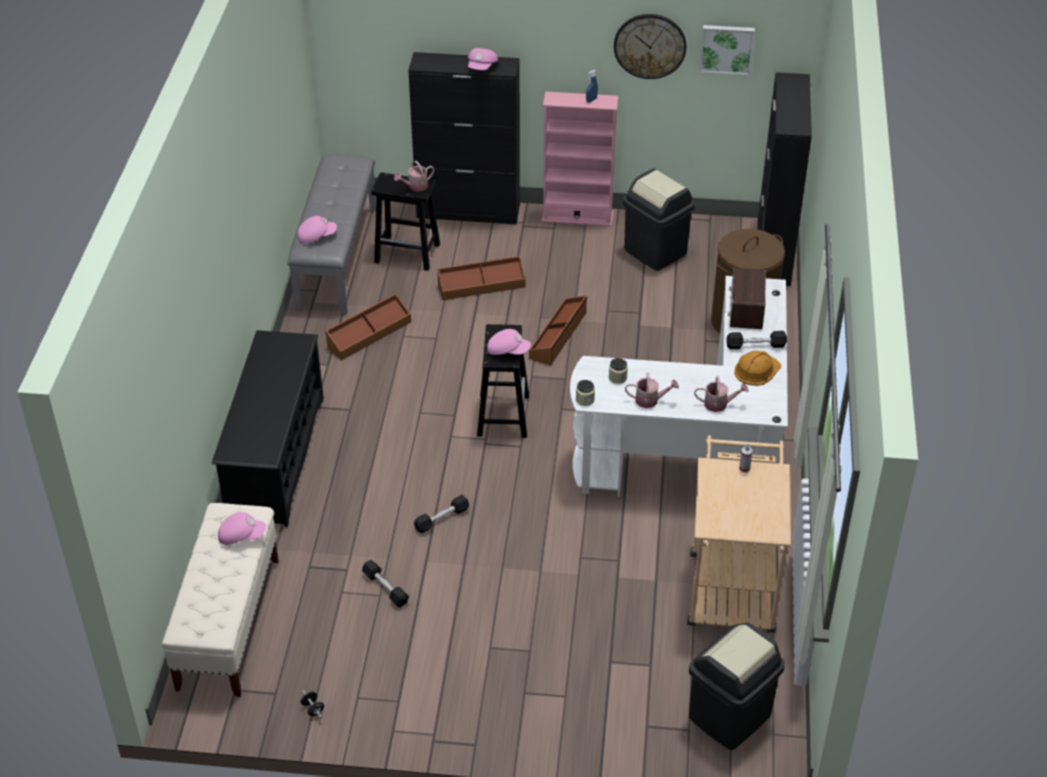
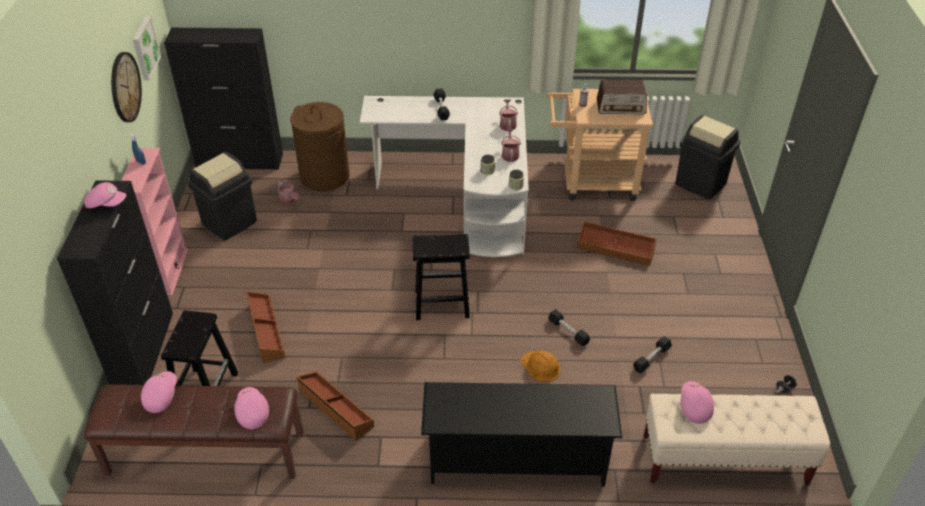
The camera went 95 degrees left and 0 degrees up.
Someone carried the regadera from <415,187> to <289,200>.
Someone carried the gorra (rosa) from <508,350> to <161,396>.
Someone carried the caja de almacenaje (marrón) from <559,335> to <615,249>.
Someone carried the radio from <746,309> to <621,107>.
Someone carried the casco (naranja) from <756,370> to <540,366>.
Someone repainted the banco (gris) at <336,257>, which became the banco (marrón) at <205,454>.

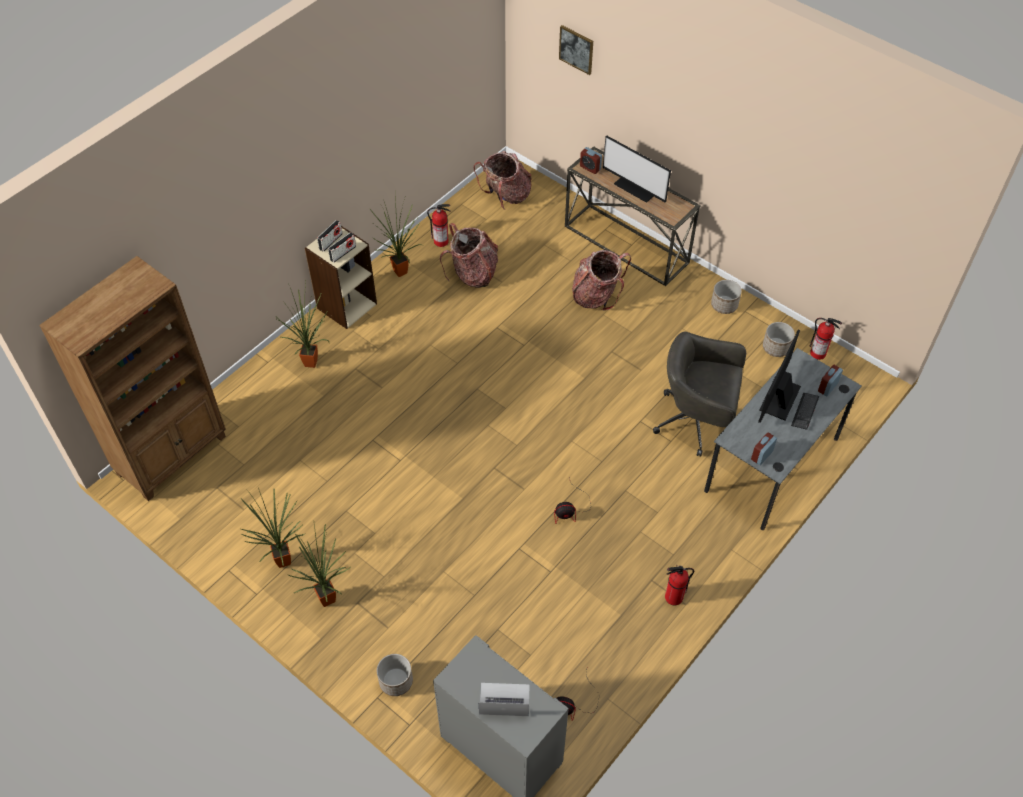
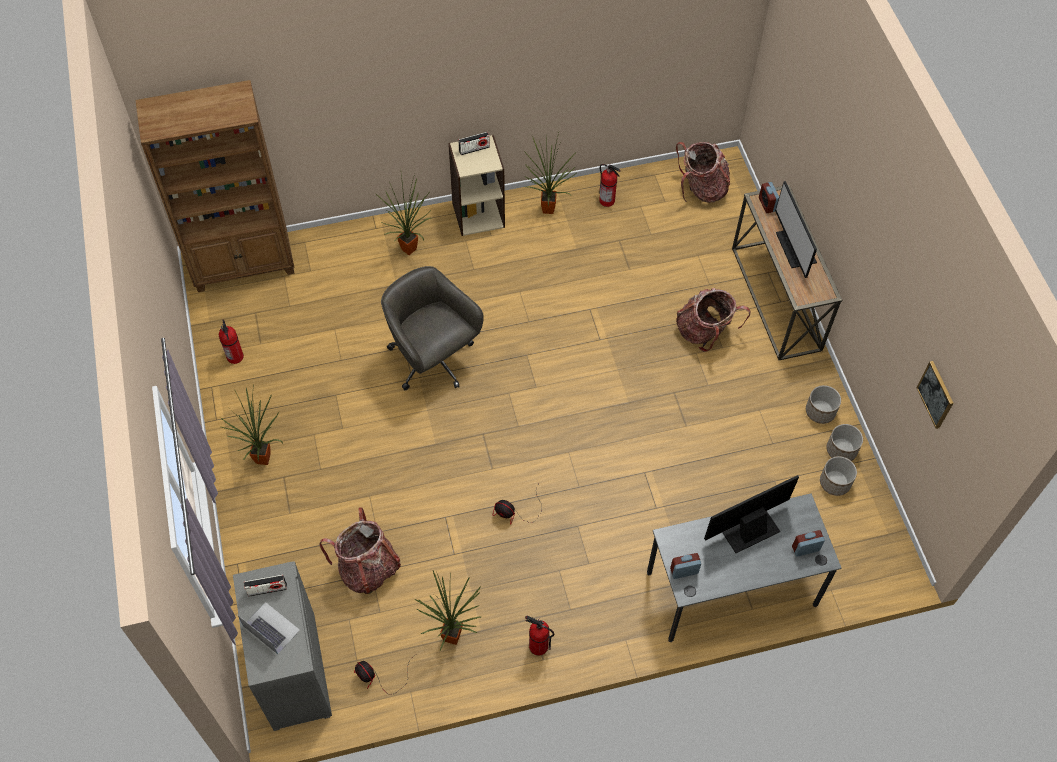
The camera went 35 degrees right and 5 degrees up.
Someone took away the teclado at <804,411>.
Someone carried the planta en maceta from <283,559> to <454,634>.
Someone carried the radio from <343,253> to <267,589>.
Someone carried the maceta from <396,681> to <841,450>.
Someone carried the mochila from <473,274> to <368,569>.
Someone carried the cuadro from <576,49> to <936,394>.
Someone carried the silla de oficina (gris) from <696,421> to <432,360>.
Someone carried the extintor from <818,353> to <235,357>.

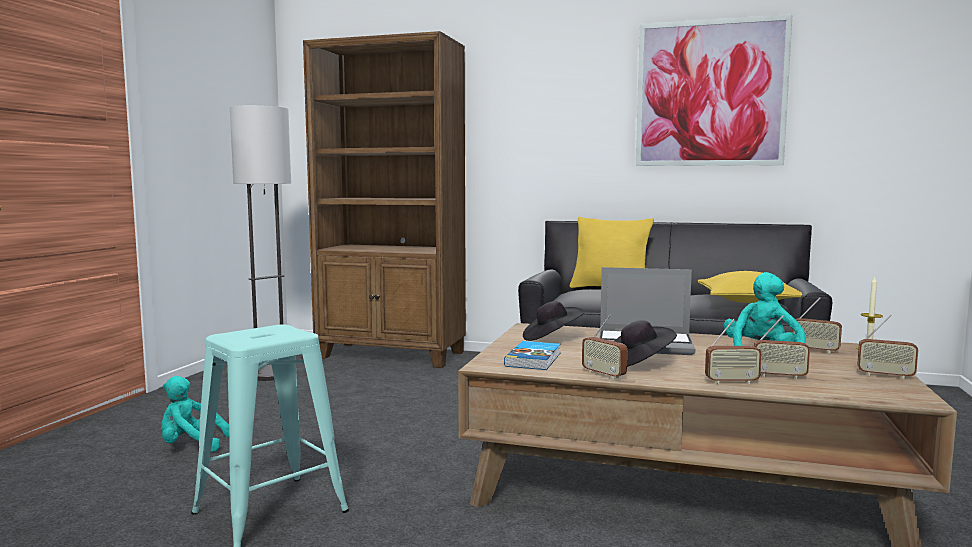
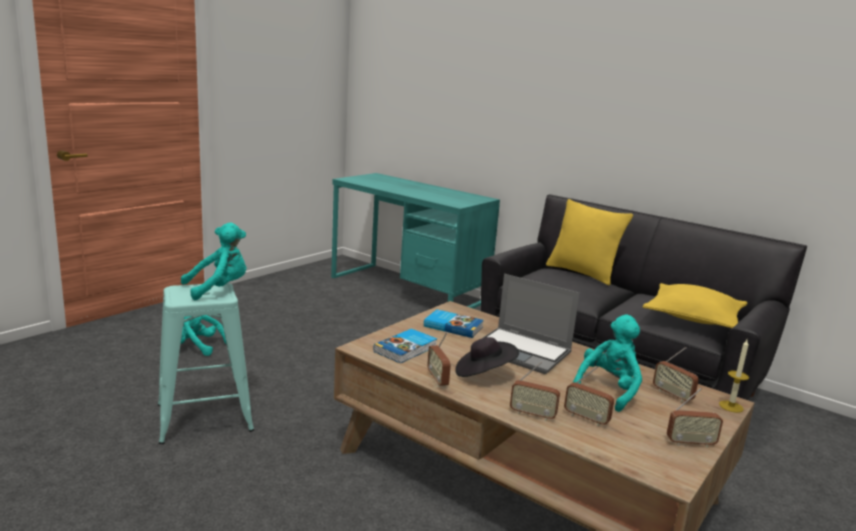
The camera went 20 degrees right and 10 degrees up.
Someone took away the lámpara de pie at <271,374>.
Someone took away the cuadro at <710,93>.
Someone put down the peluche (turquesa) at <219,289>.
Someone swapped the estantería (marrón) at <392,355> for the escritorio (turquesa) at <407,289>.
Someone swapped the sombrero (negro) at <551,338> for the libro at <453,326>.
Someone rotated the radio at <885,375> by 45 degrees counterclockwise.

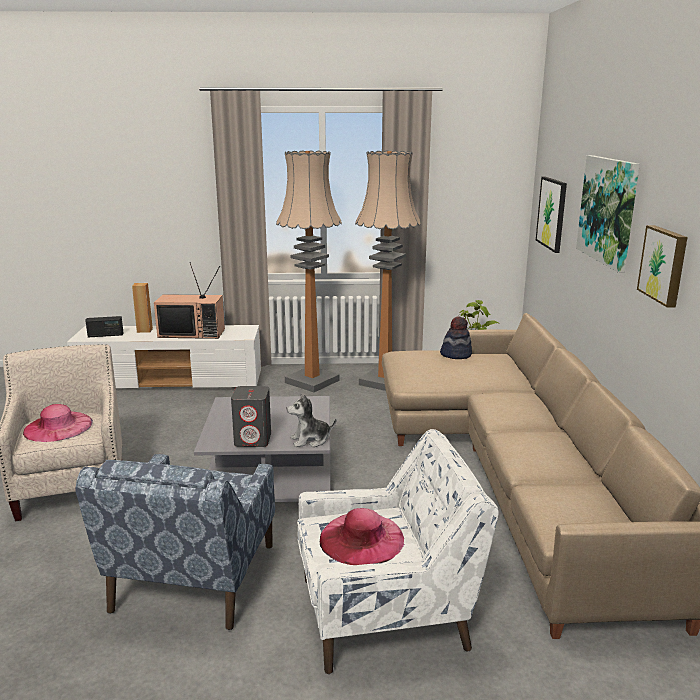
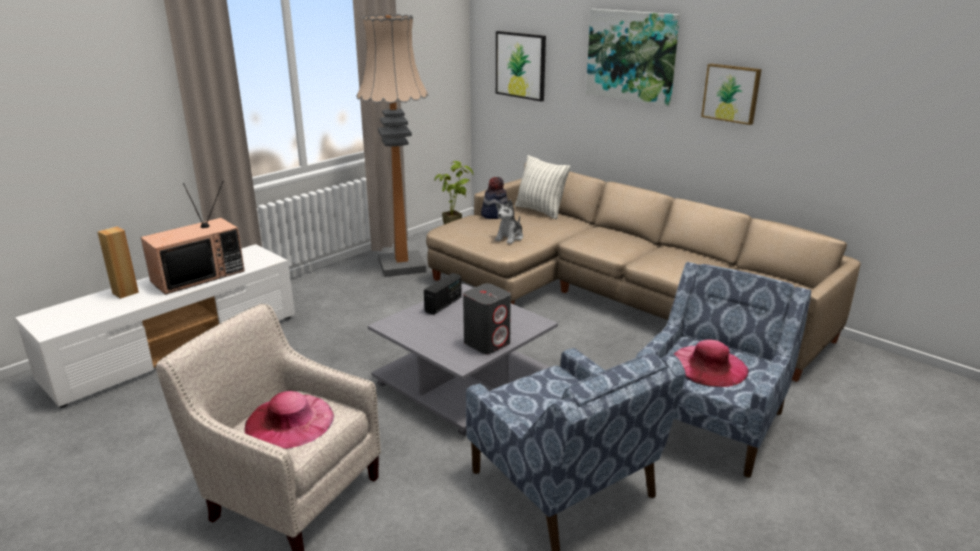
The camera went 45 degrees left and 5 degrees up.
Someone took away the lámpara de pie at <312,381>.
Someone put down the cojín at <540,211>.
Someone carried the radio from <105,335> to <443,304>.
Someone carried the peluche from <310,440> to <509,237>.
Someone repainted the sillón (blanco) at <386,613>, which became the sillón (azul) at <710,423>.

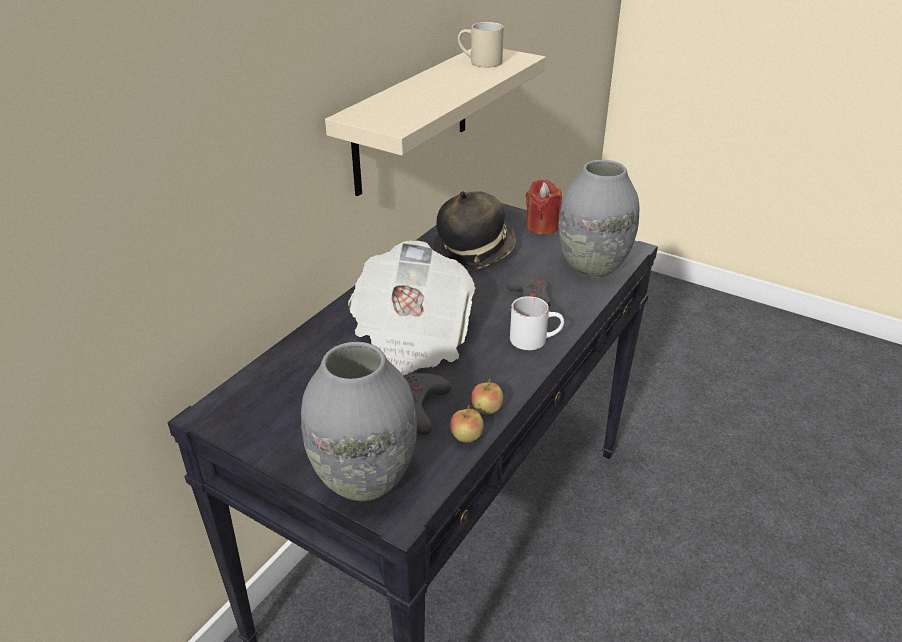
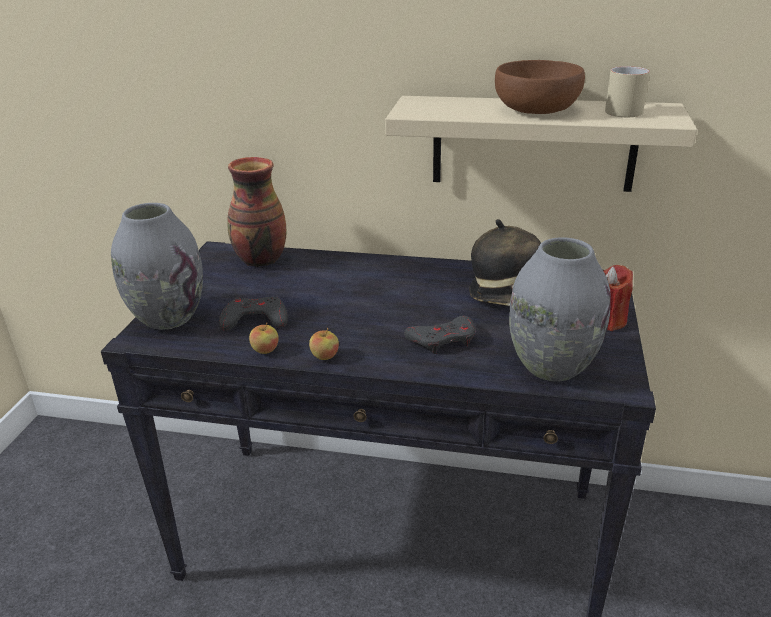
The camera went 70 degrees right and 5 degrees down.
Someone took away the periódico at <411,338>.
Someone took away the taza grande (blanco) at <535,339>.
Someone put down the florero at <260,259>.
Someone put down the cuenco (marrón) at <535,109>.
Someone carried the manzana from <466,437> to <325,356>.

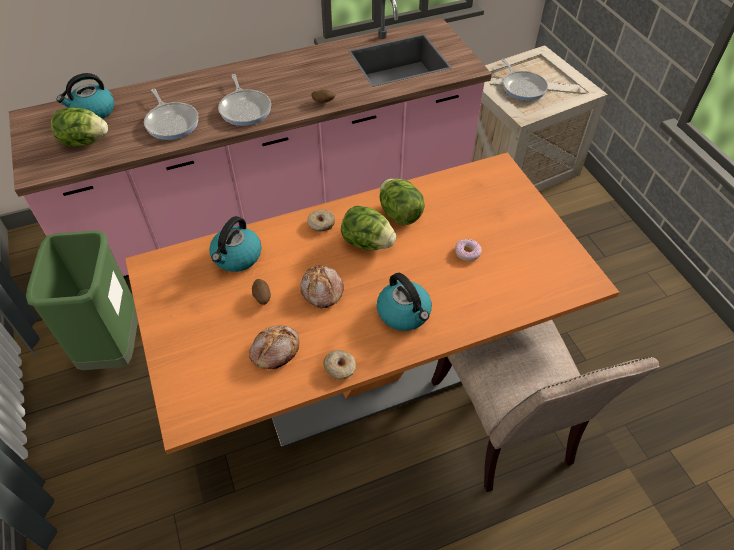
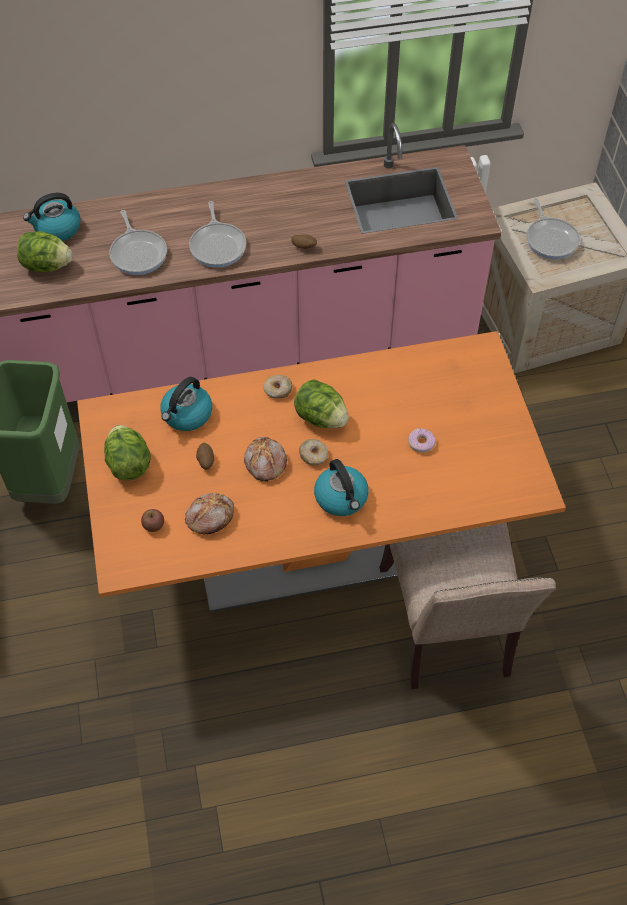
The camera went 10 degrees right and 5 degrees up.
Someone put down the manzana at <153,525>.
Someone carried the rosquilla from <340,368> to <314,455>.
Someone carried the lechuga from <399,214> to <128,464>.

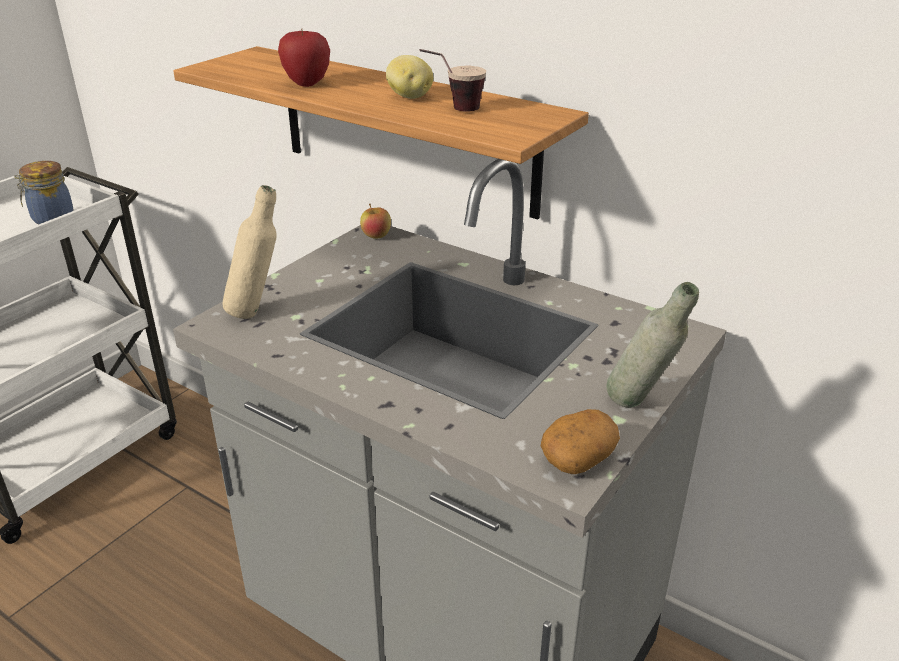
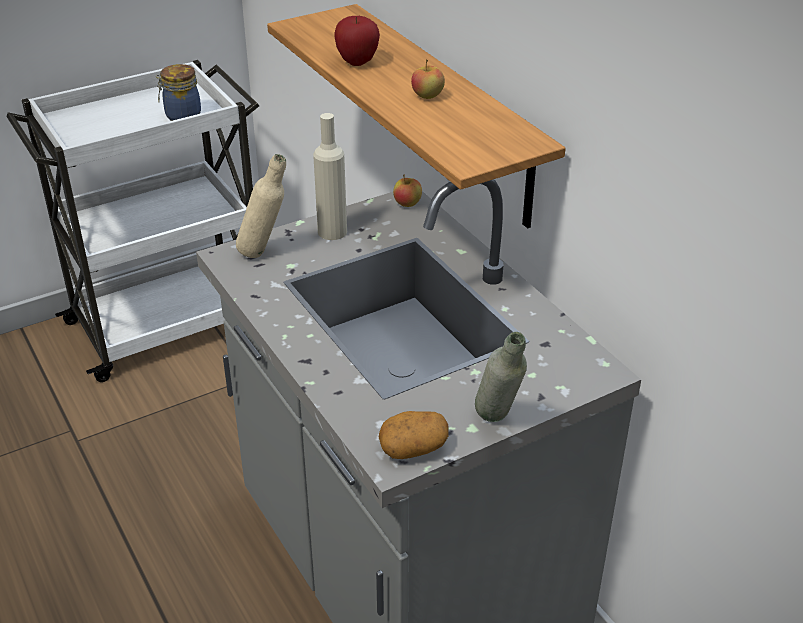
The camera went 25 degrees right and 5 degrees up.
Someone took away the taza at <452,110>.
Someone put down the botella (beis) at <332,232>.
Someone swapped the patata at <409,97> for the manzana at <427,96>.

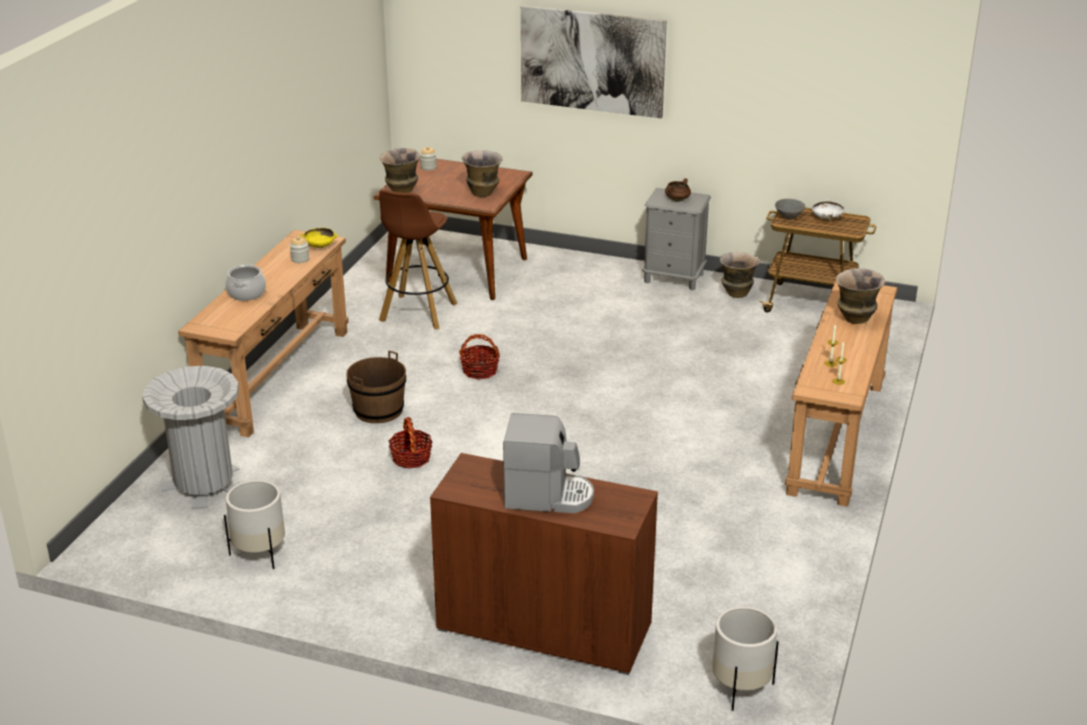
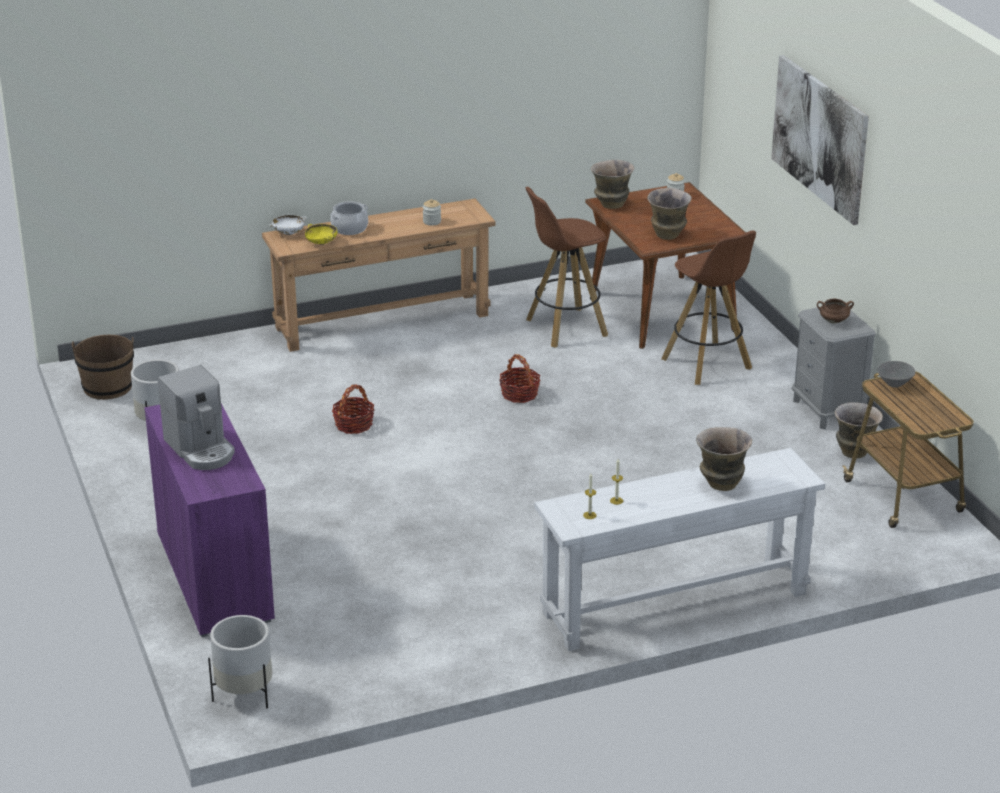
The camera went 50 degrees right and 0 degrees up.
Someone took away the papelera (gris) at <204,484>.
Someone put down the taburete (marrón) at <707,365>.
Someone carried the cuenco (amarillo) from <320,246> to <321,243>.
Someone carried the cubo (marrón) from <378,410> to <107,387>.
Someone carried the cuenco (blanco) from <826,219> to <288,233>.
Someone repainted the armario (marrón) at <544,627>, which became the armario (morado) at <215,576>.
Someone repainted the mesa consola (marrón) at <836,437>, which became the mesa consola (blanco) at <674,603>.

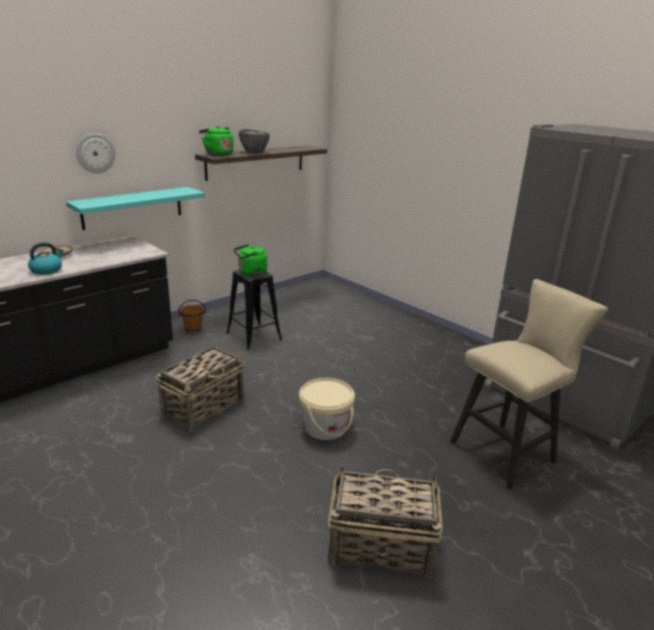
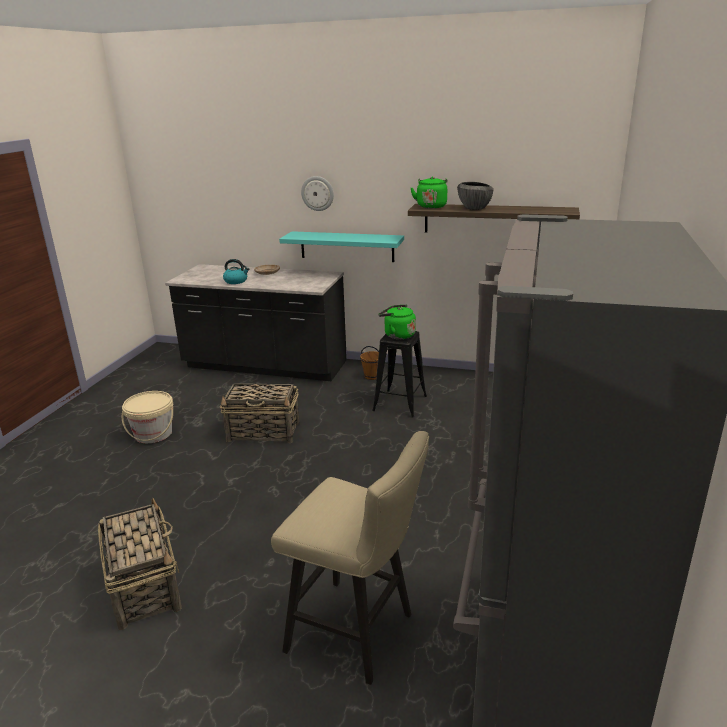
The camera went 60 degrees right and 0 degrees up.
Someone carried the cubo (beis) from <325,427> to <153,434>.

